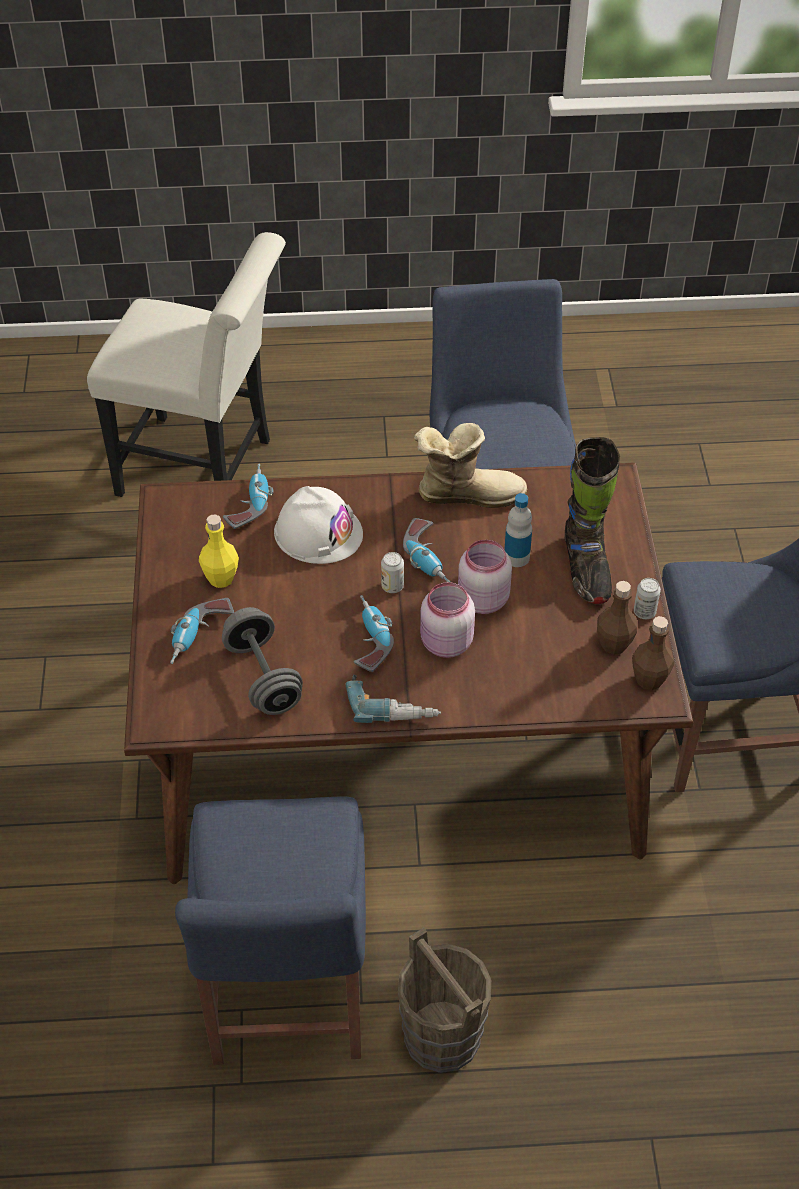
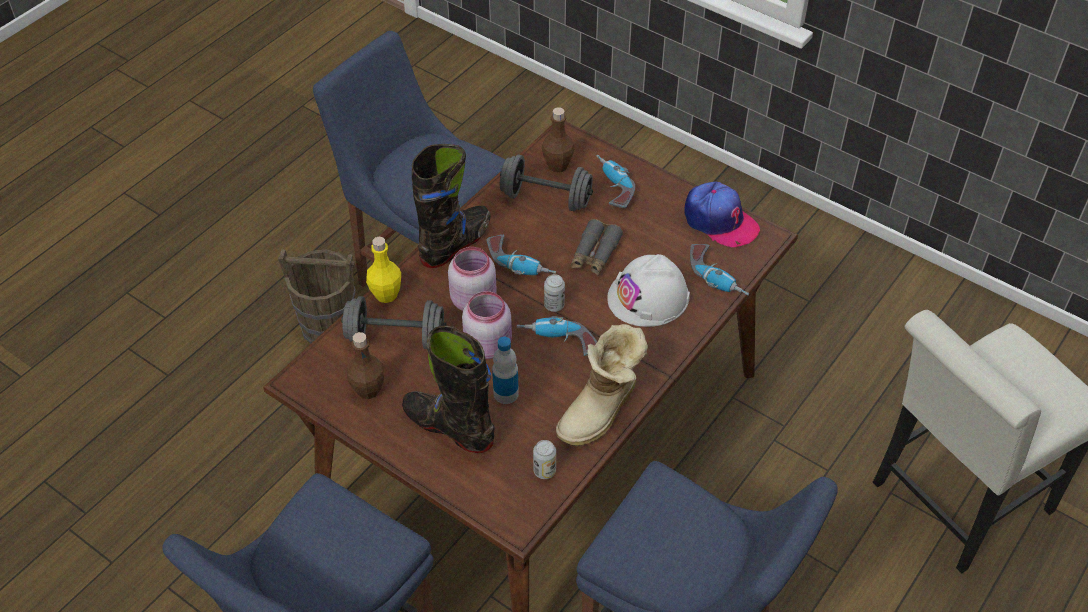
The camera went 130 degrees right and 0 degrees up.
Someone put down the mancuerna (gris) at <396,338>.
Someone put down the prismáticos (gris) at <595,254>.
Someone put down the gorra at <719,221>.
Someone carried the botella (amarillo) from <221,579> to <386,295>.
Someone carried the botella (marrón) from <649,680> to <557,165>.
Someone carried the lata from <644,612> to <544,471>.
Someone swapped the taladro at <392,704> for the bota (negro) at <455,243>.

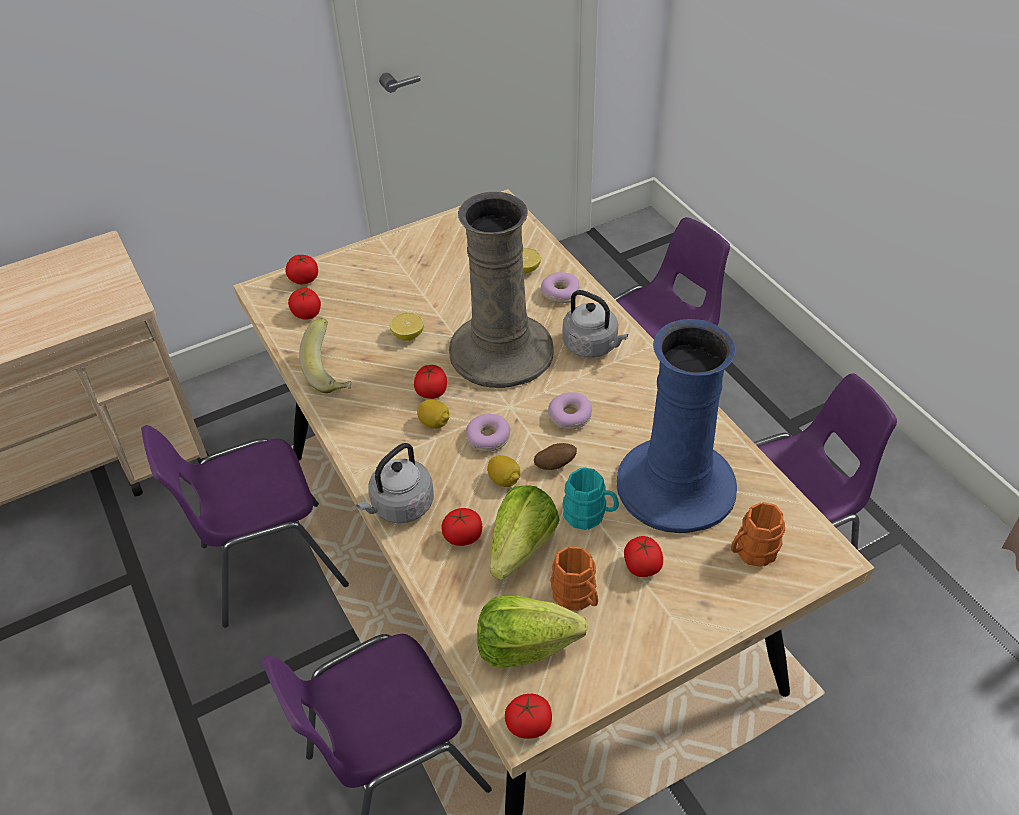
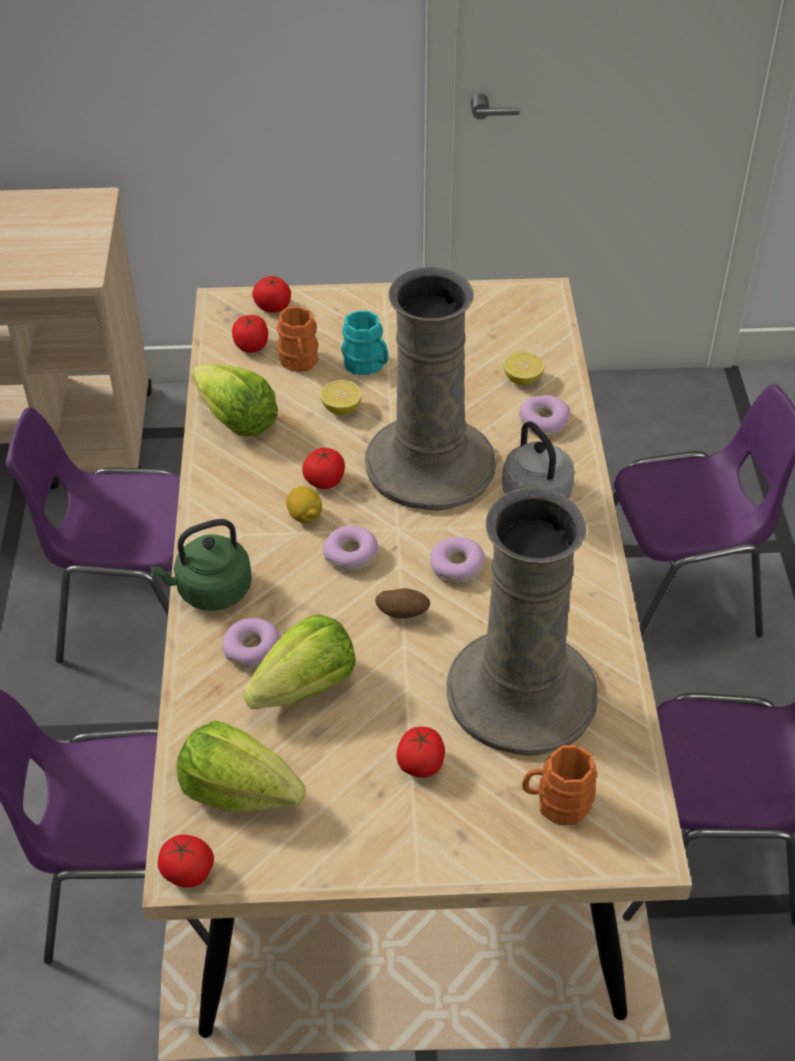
The camera went 25 degrees right and 0 degrees up.
Someone took away the limón at <504,480>.
Someone carried the taza grande (naranja) from <577,597> to <299,363>.
Someone carried the taza grande (turquesa) from <590,515> to <367,365>.
Someone swapped the plátano at <332,372> for the lechuga at <236,420>.
Someone swapped the tomate at <463,536> for the rosquilla at <252,649>.
Someone repainted the hervidor (gris) at <400,506>, which became the hervidor (verde) at <210,591>.
Someone repainted the florero (azul) at <676,486>, which became the florero (beis) at <523,693>.

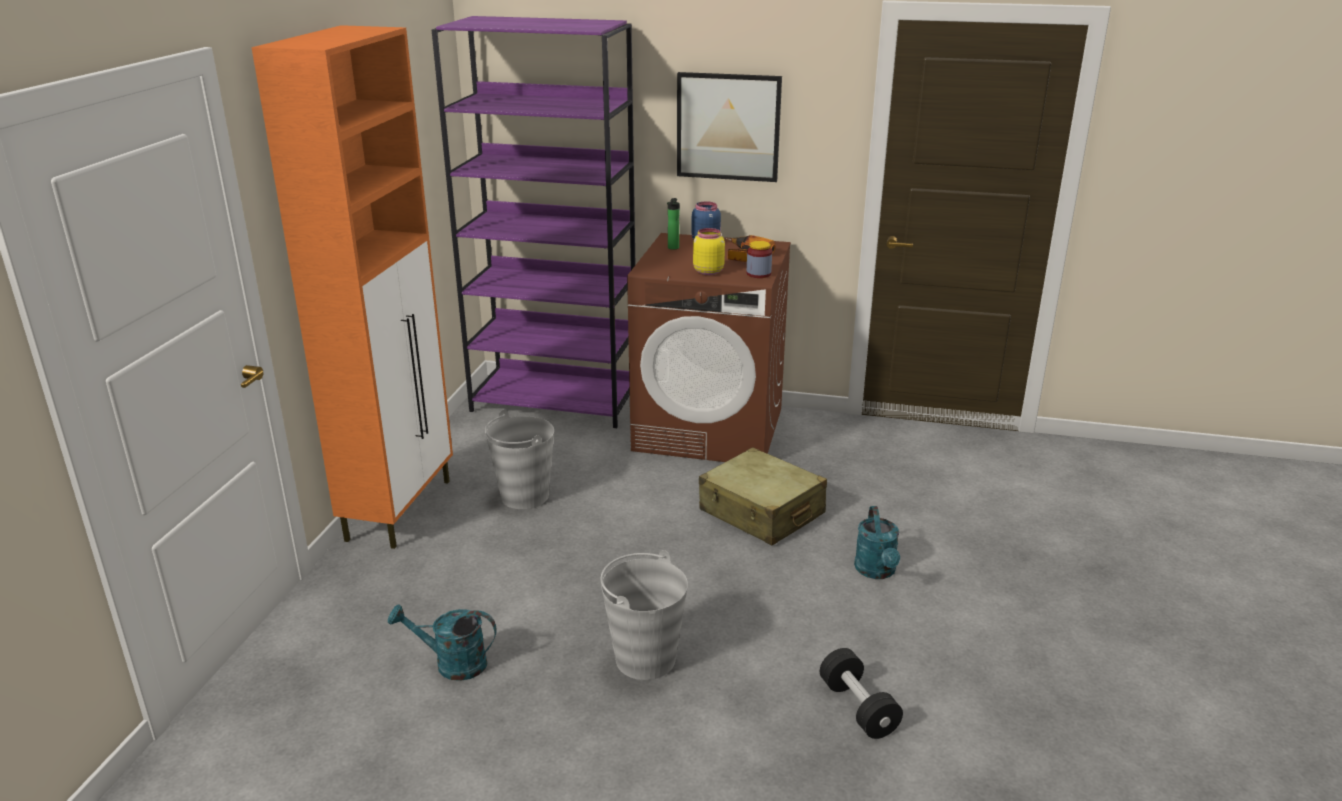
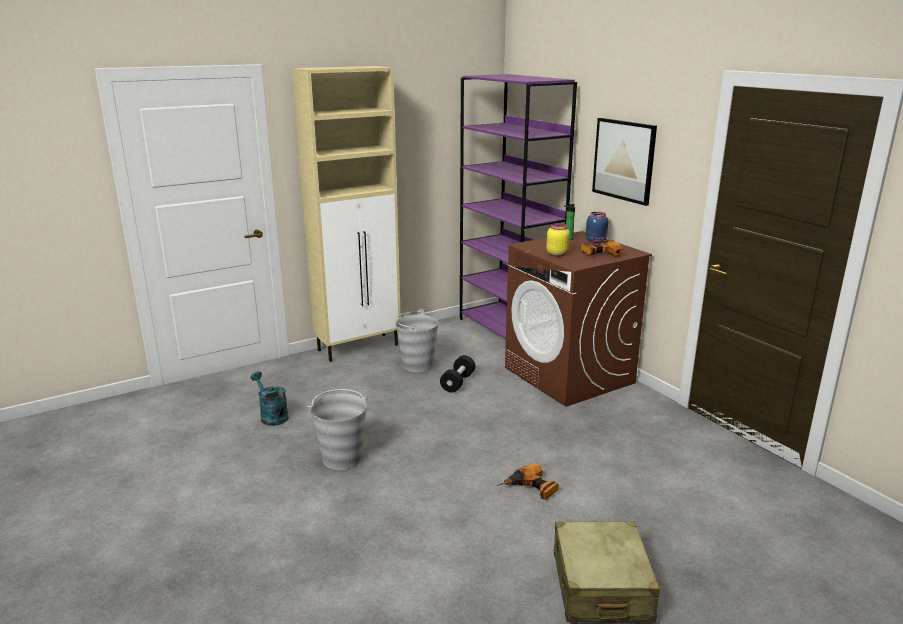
The camera went 45 degrees right and 5 degrees down.
Someone took away the tarro at <758,274>.
Someone carried the maleta (beis) from <761,512> to <601,587>.
Someone carried the mancuerna (negro) from <858,708> to <458,382>.
Someone swapped the regadera (turquesa) at <877,572> for the taladro at <530,489>.
Someone repainted the armario (naranja) at <400,509>, which became the armario (beis) at <359,347>.

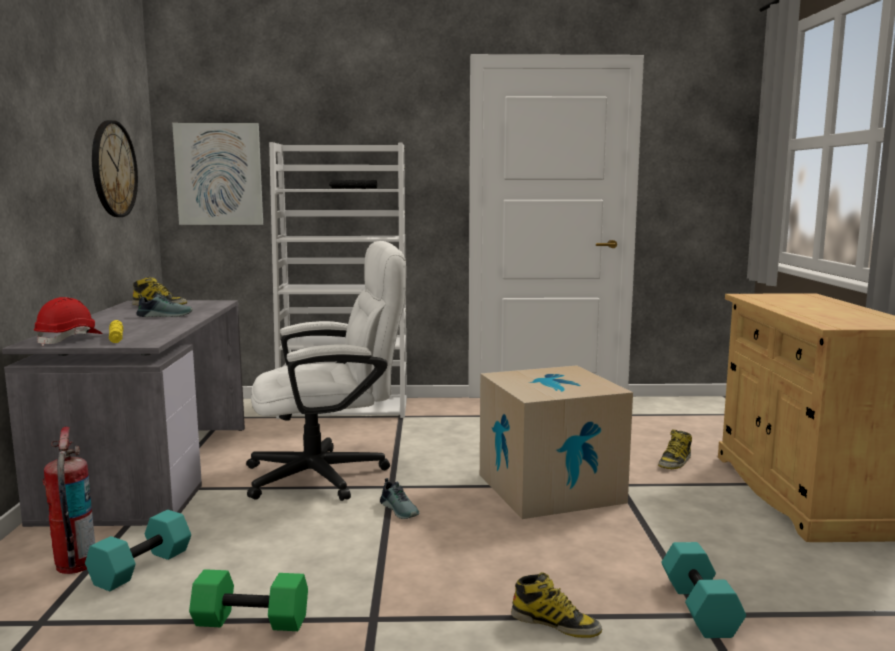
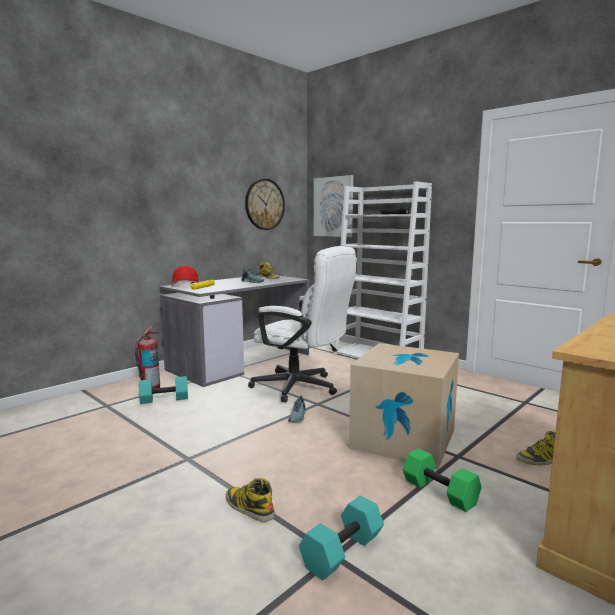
The camera went 45 degrees right and 0 degrees up.
Someone carried the mancuerna (verde) from <253,620> to <441,492>.
Someone rotated the bota at <555,623> by 150 degrees clockwise.

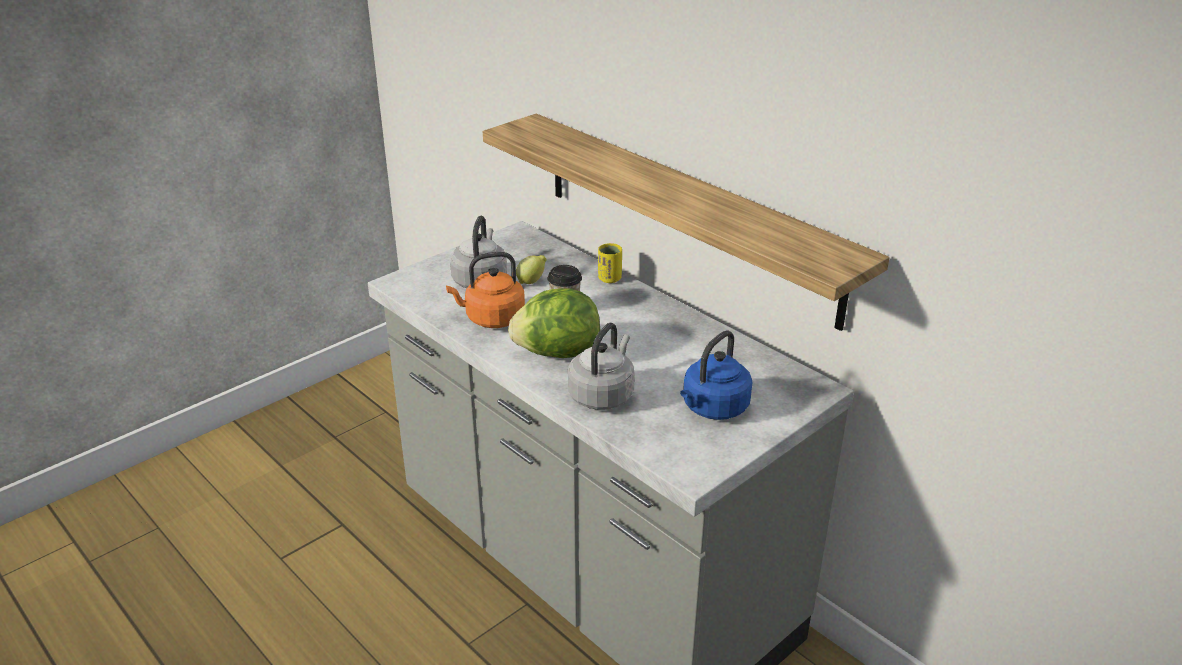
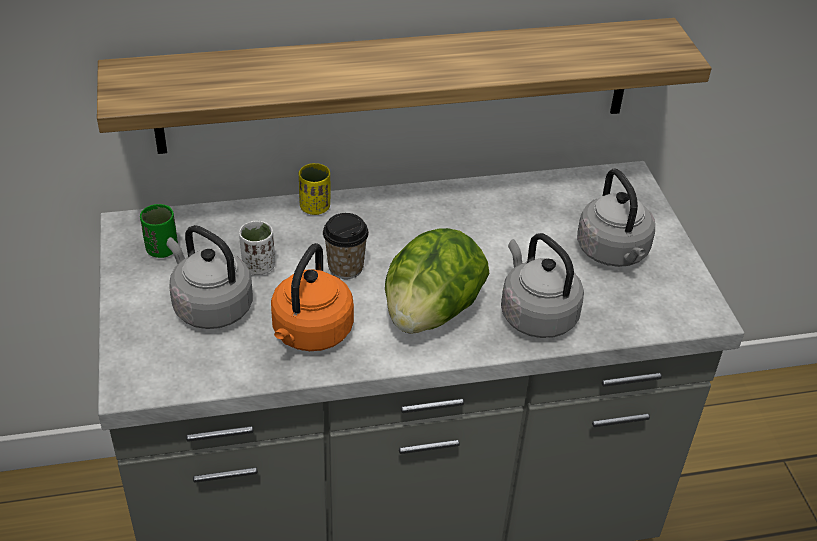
The camera went 60 degrees left and 10 degrees up.
Someone put down the taza (verde) at <162,250>.
Someone swapped the limón at <532,281> for the taza (blanco) at <258,266>.
Someone repainted the hervidor (azul) at <713,408>, which became the hervidor (gris) at <613,253>.

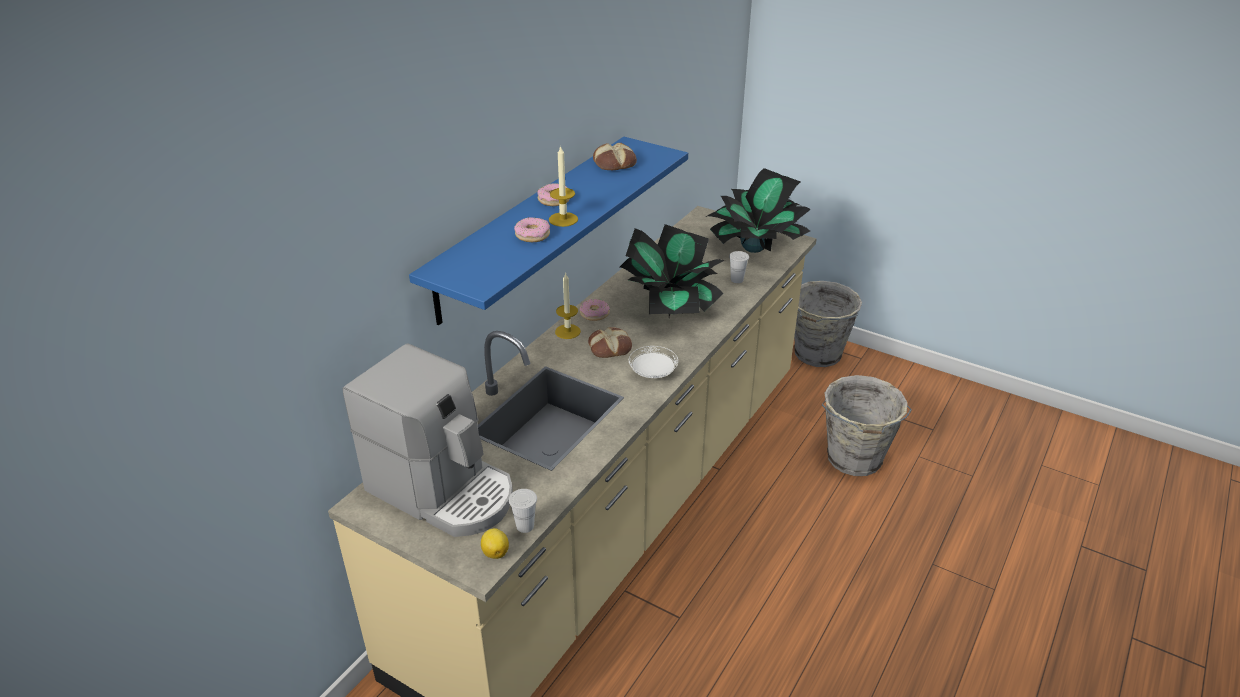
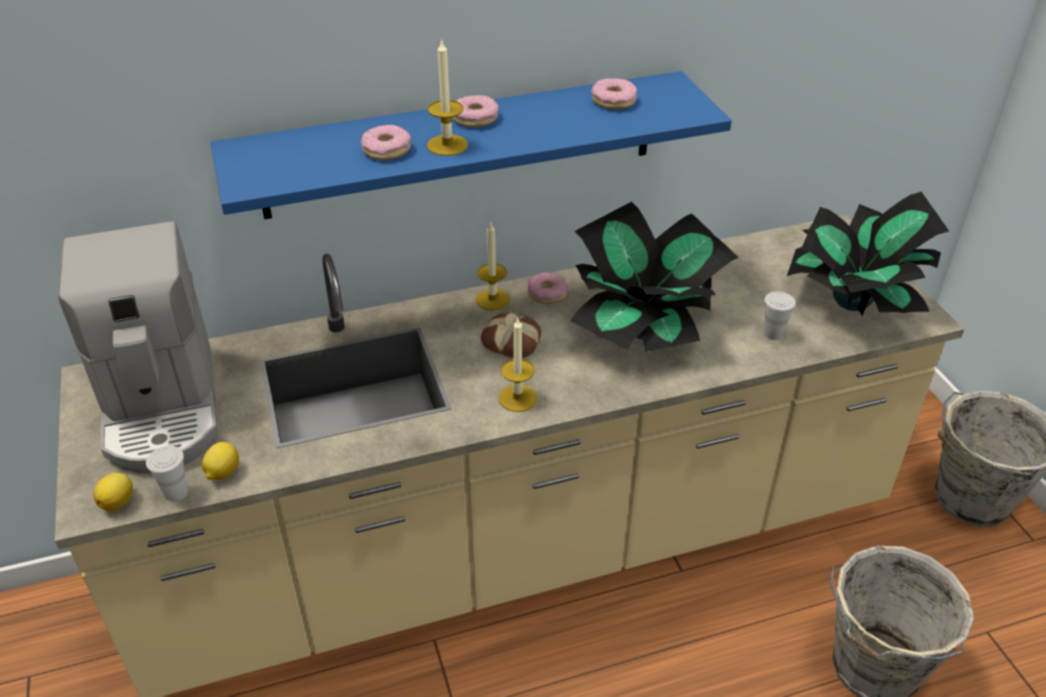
The camera went 40 degrees right and 5 degrees up.
Someone put down the limón at <222,473>.
Someone swapped the pan at <614,164> for the rosquilla at <614,101>.
Someone swapped the plato (blanco) at <652,373> for the vela at <517,398>.

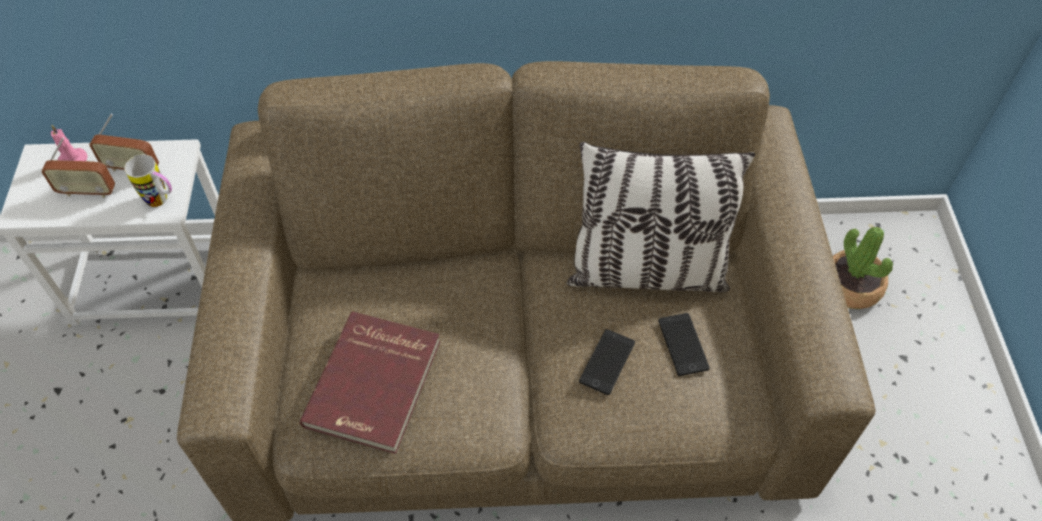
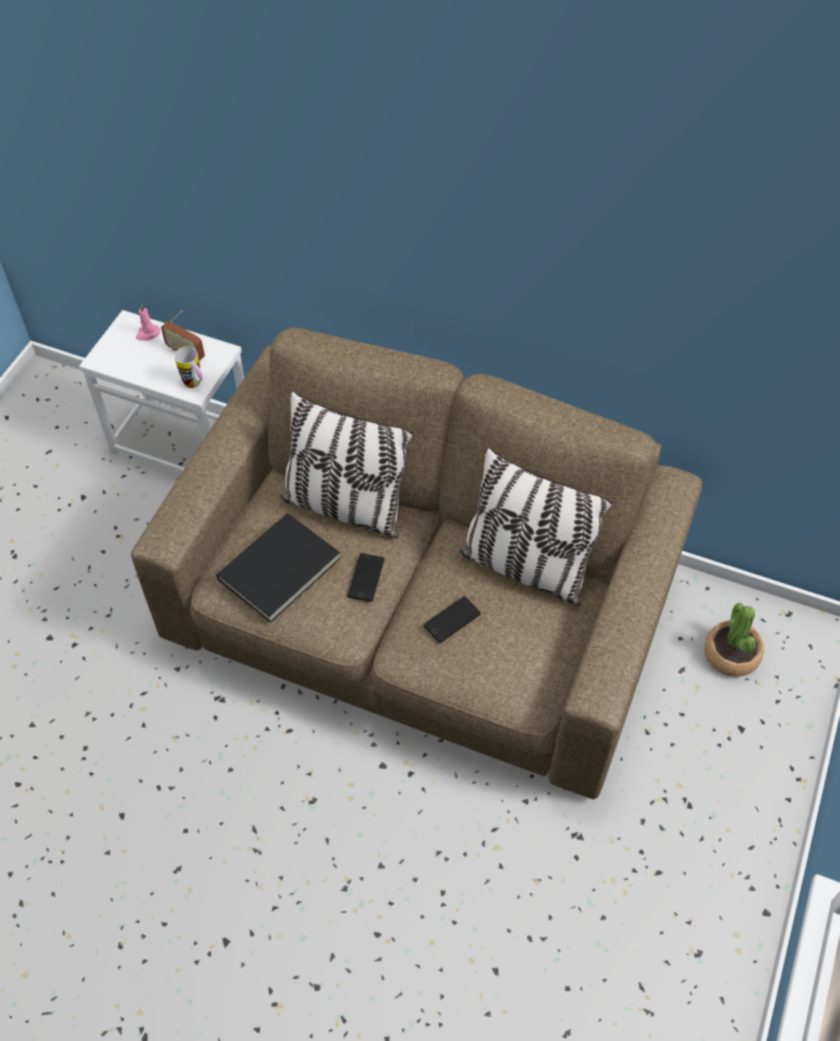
The camera went 25 degrees right and 0 degrees up.
Someone took away the radio at <87,192>.
Someone put down the cojín at <345,507>.
Someone carried the móvil from <683,344> to <366,577>.
Someone repainted the libro (rojo) at <376,384>, which became the libro (negro) at <281,570>.

